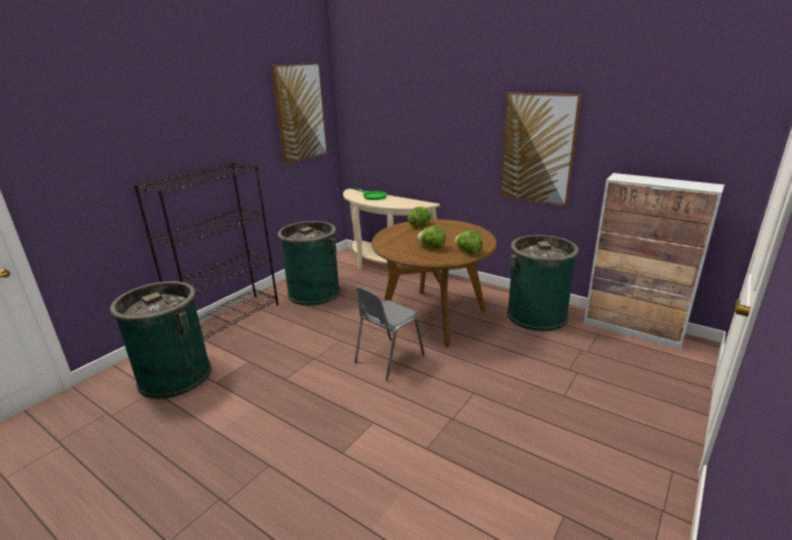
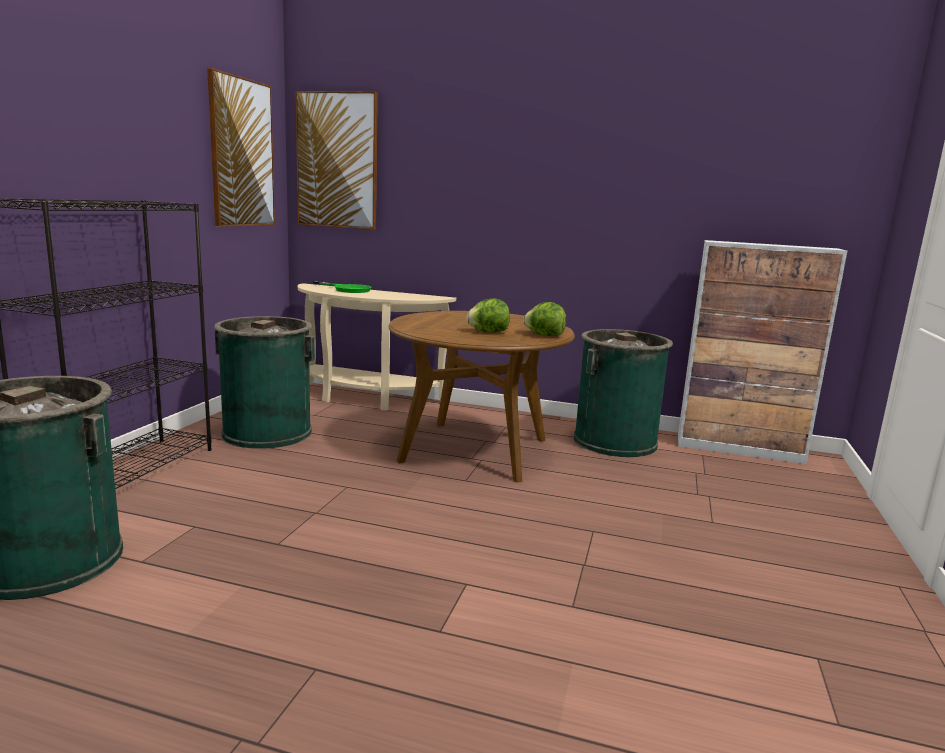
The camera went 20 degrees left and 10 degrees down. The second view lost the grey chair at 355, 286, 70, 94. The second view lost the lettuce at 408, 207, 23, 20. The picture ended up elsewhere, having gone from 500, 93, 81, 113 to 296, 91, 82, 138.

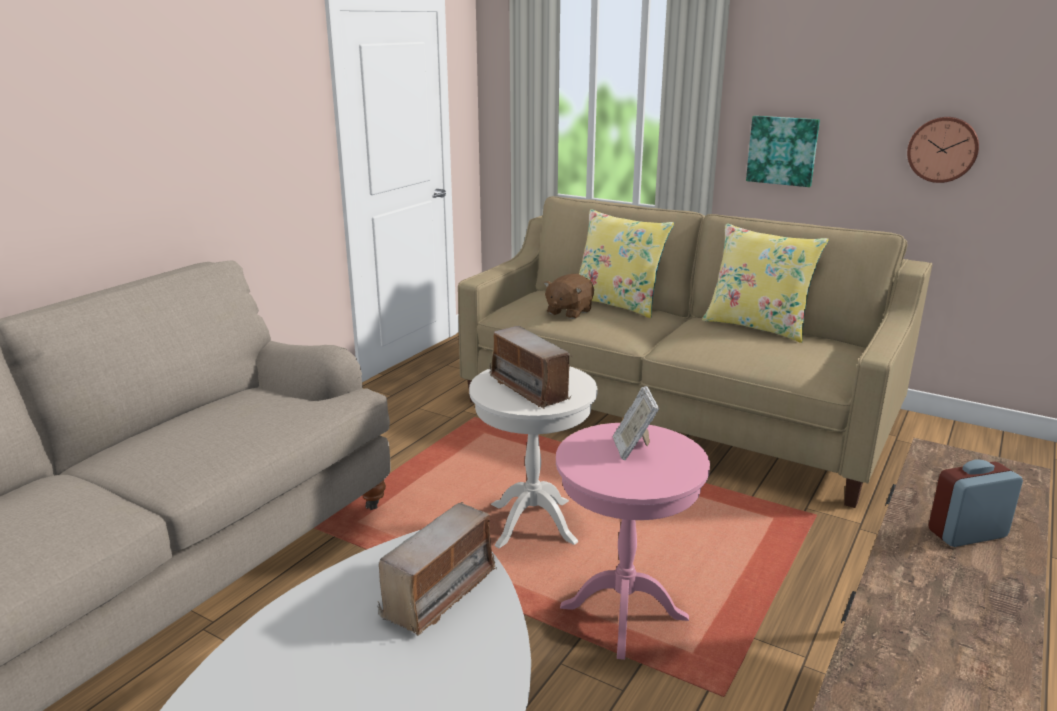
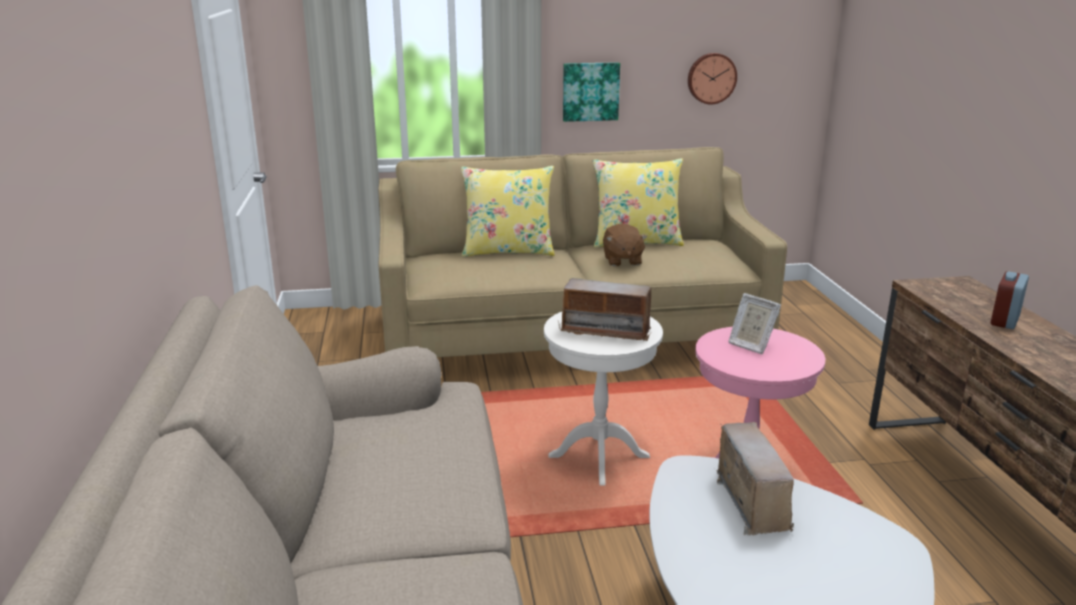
The camera went 40 degrees left and 0 degrees up. The brown plush toy ended up elsewhere, having gone from 544, 274, 50, 45 to 603, 223, 44, 43.

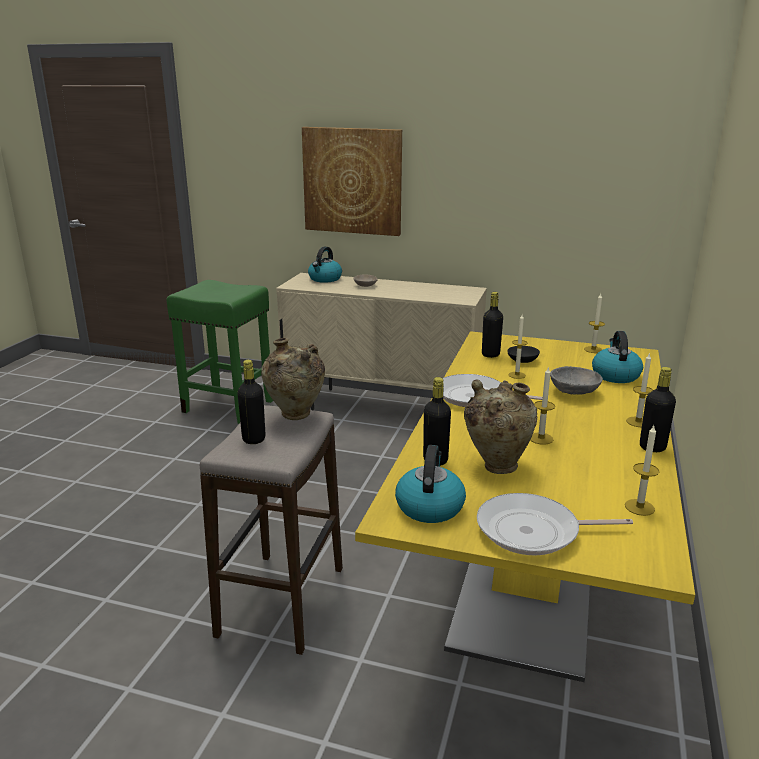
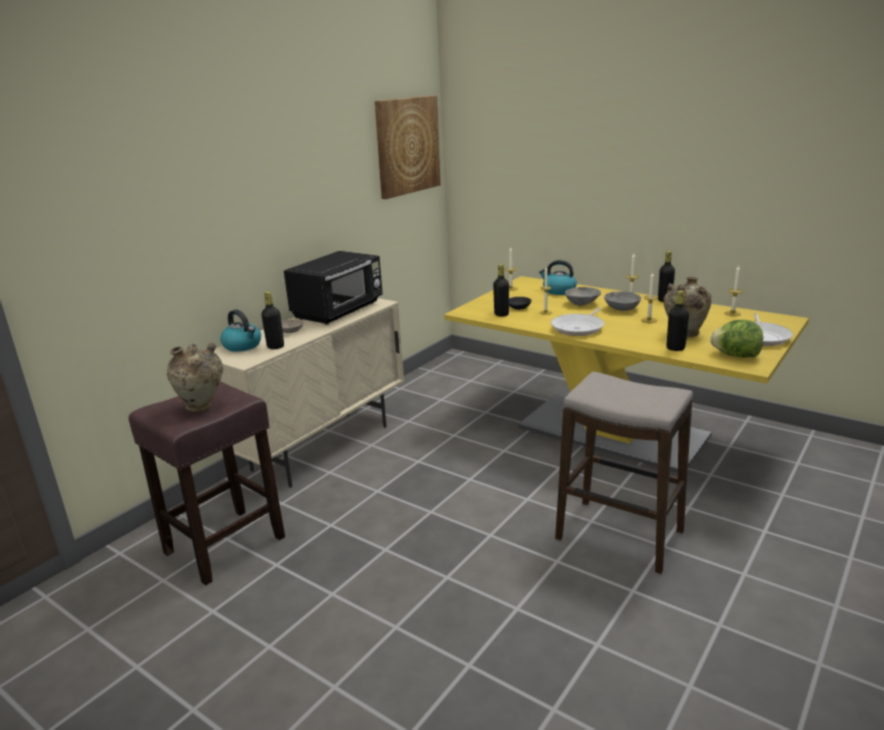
The camera went 70 degrees left and 0 degrees up. The second view gained the black microwave at 284, 251, 99, 74. The second view gained the grey bowl at 604, 291, 38, 20. The black bottle ended up elsewhere, having gone from 237, 360, 28, 84 to 261, 292, 23, 57. The beige vase ended up elsewhere, having gone from 261, 338, 64, 82 to 167, 342, 56, 70. The picture ended up elsewhere, having gone from 302, 127, 100, 109 to 375, 95, 66, 104. Where the kettle stood at 395, 445, 71, 78, the lettuce came to stand at 711, 320, 52, 38. What was the green stool at 166, 280, 107, 144 turned into the brown stool at 129, 381, 156, 204.

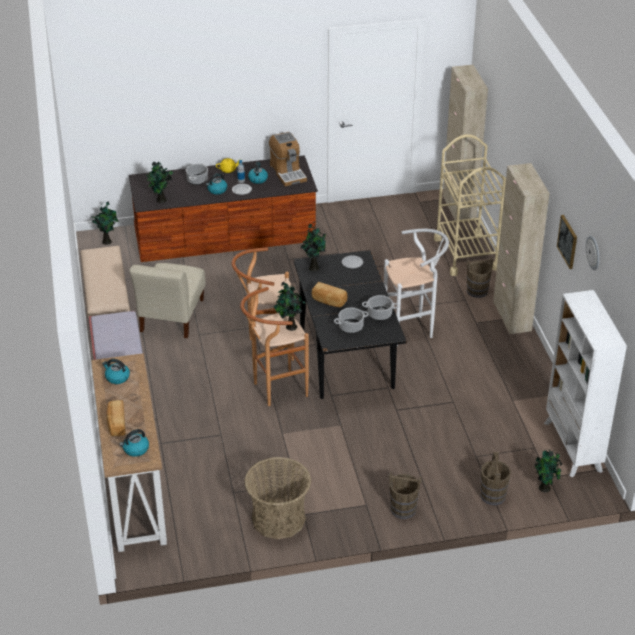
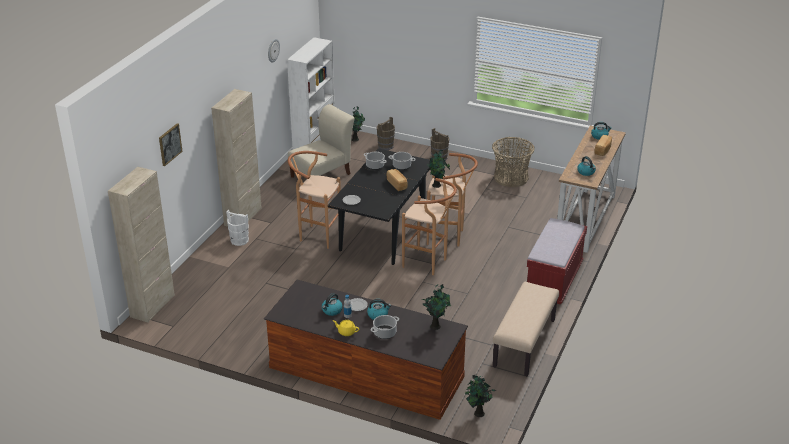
The camera went 145 degrees left and 5 degrees down. The second view lost the coffee machine at 269, 132, 38, 54. The second view lost the potted plant at 300, 222, 26, 49. The second view lost the beige cart at 434, 134, 72, 142. The beige chair ended up elsewhere, having gone from 129, 263, 77, 75 to 288, 104, 67, 74. The picture ended up elsewhere, having gone from 557, 215, 20, 54 to 159, 123, 23, 43. What was the white stool at 384, 229, 65, 117 turned into the brown stool at 288, 151, 53, 98. What was the brown bucket at 466, 257, 28, 41 turned into the white bucket at 226, 210, 23, 36.

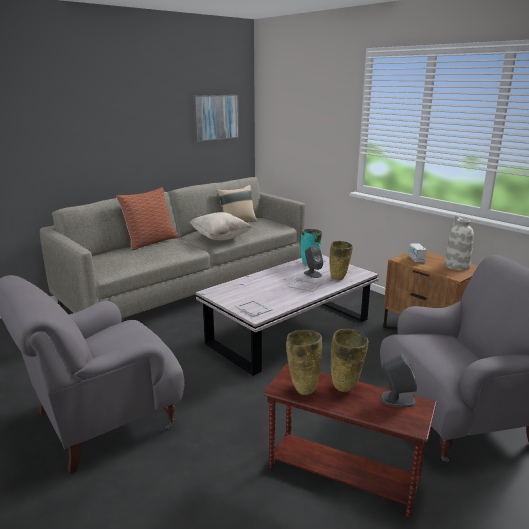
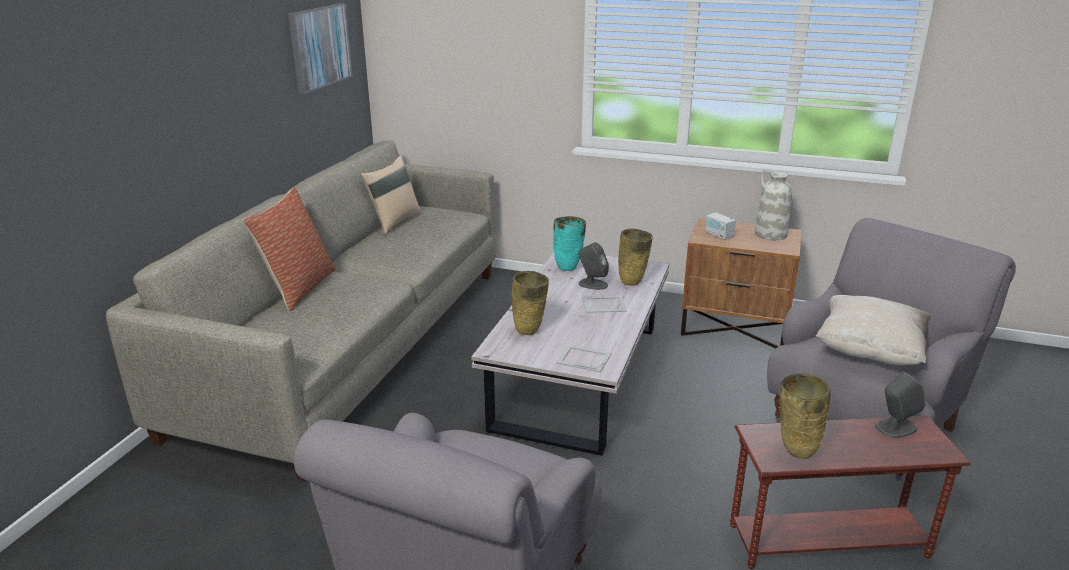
The camera went 30 degrees left and 5 degrees up. The beige pillow ended up elsewhere, having gone from 189, 212, 63, 28 to 816, 295, 115, 70. The beige vase ended up elsewhere, having gone from 331, 329, 38, 63 to 512, 271, 37, 64.

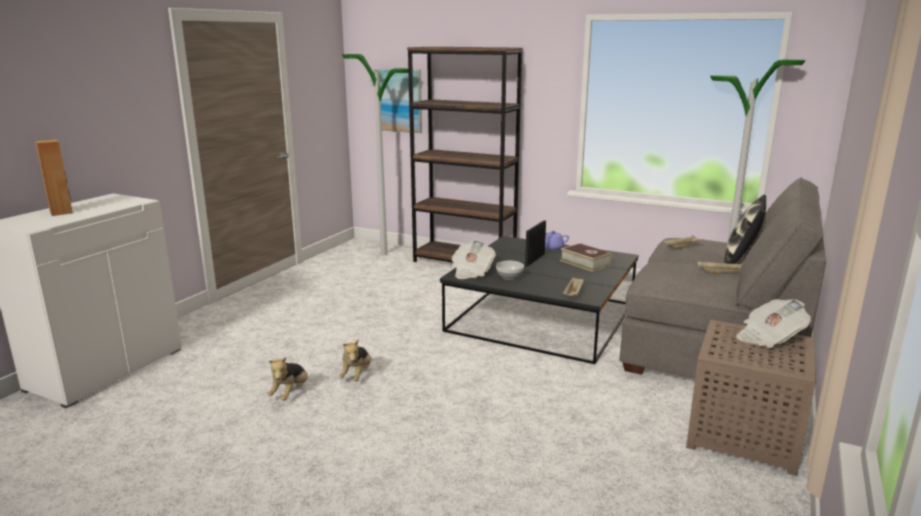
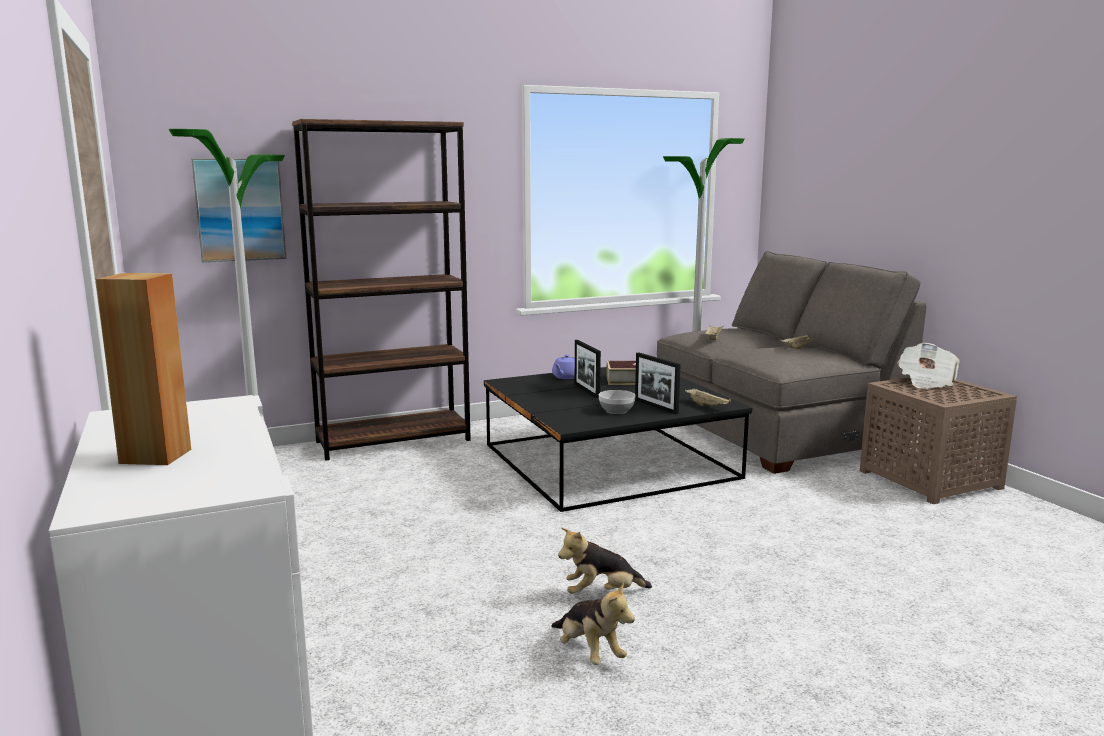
The camera went 50 degrees left and 5 degrees down. The second view lost the newspaper at 451, 240, 45, 39. The second view lost the pillow at 723, 195, 43, 69. The second view gained the picture frame at 635, 352, 46, 62. The plush toy at 338, 339, 33, 43 ended up facing another way, 120 degrees clockwise from before.

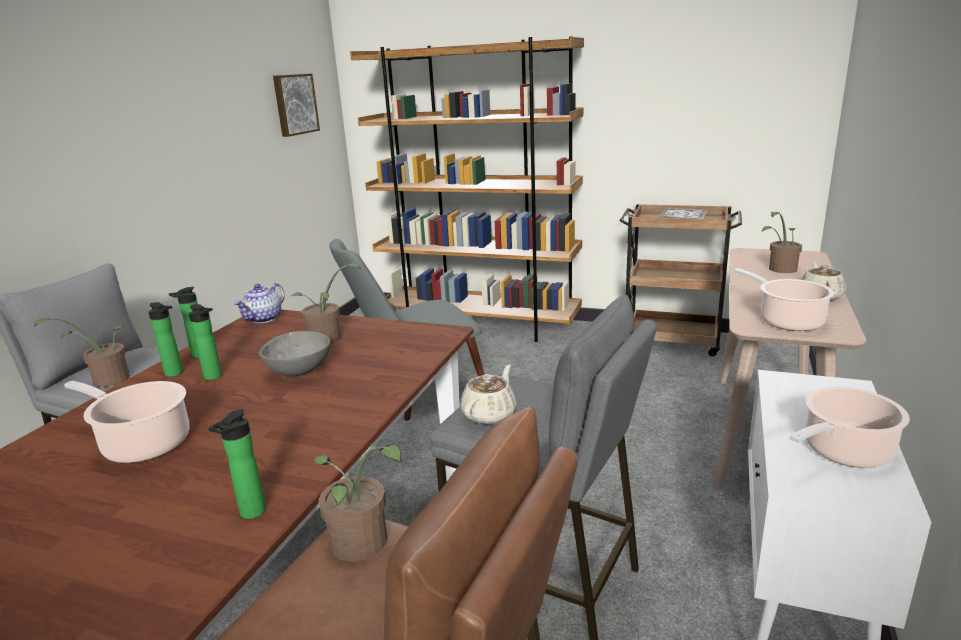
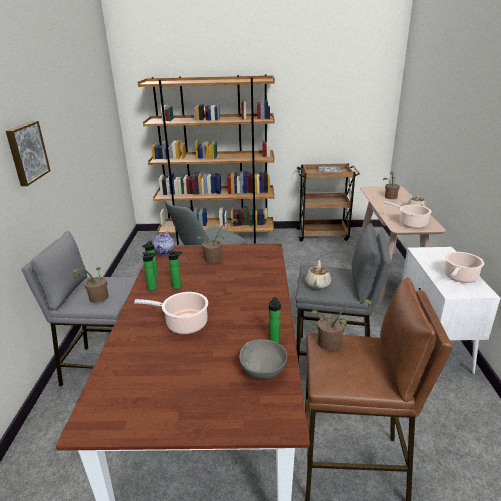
The camera went 20 degrees left and 5 degrees up. The grey bowl ended up elsewhere, having gone from 259, 331, 72, 45 to 239, 339, 48, 41. The picture ended up elsewhere, having gone from 273, 74, 47, 63 to 6, 121, 45, 65.

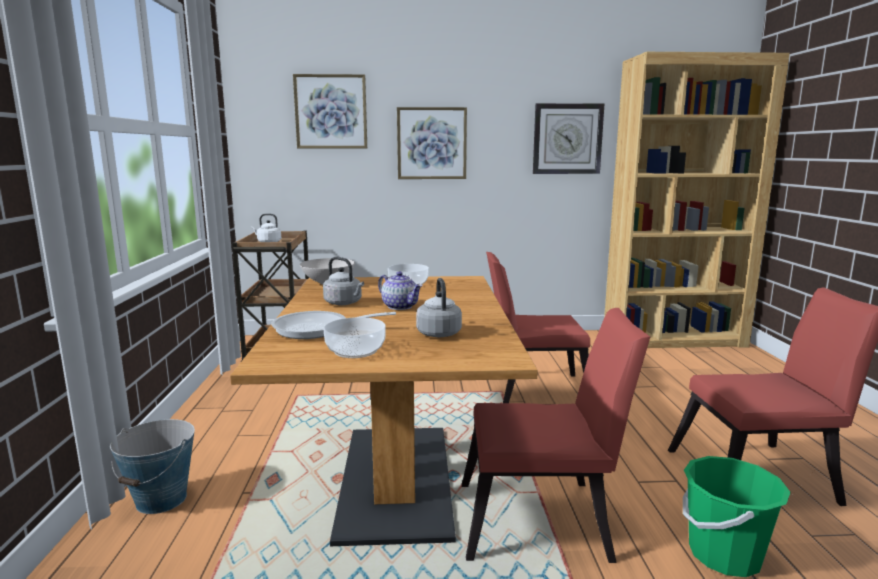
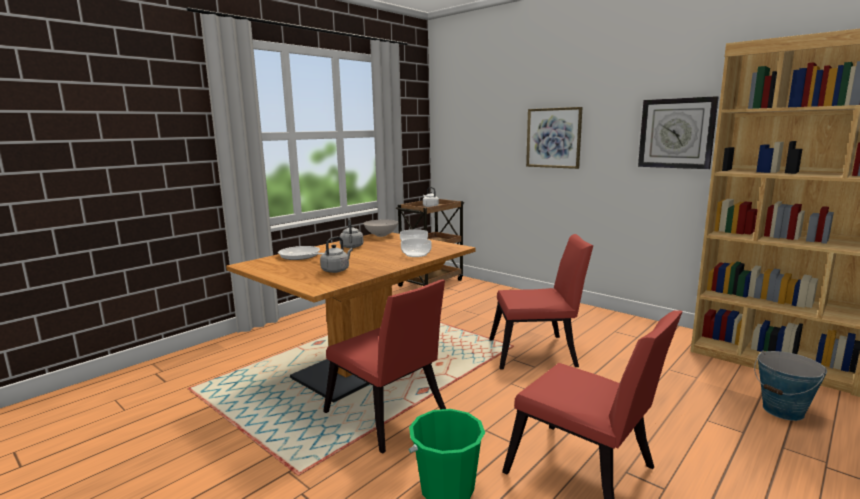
The camera went 45 degrees right and 0 degrees up. The second view lost the picture at 293, 74, 74, 75. The second view lost the teapot at 378, 271, 44, 39. The bucket ended up elsewhere, having gone from 110, 419, 85, 95 to 754, 350, 73, 71. The bowl ended up elsewhere, having gone from 324, 317, 62, 41 to 401, 238, 31, 19. The red chair at 486, 252, 104, 151 ended up facing another way, 135 degrees clockwise from before.

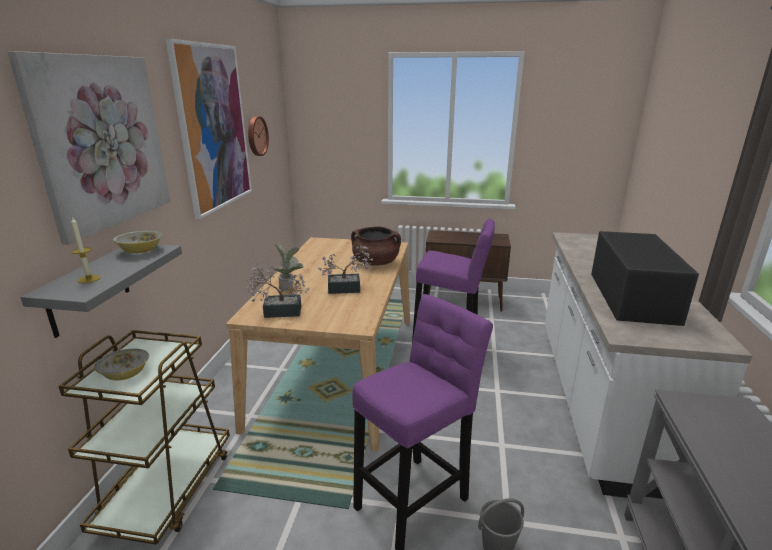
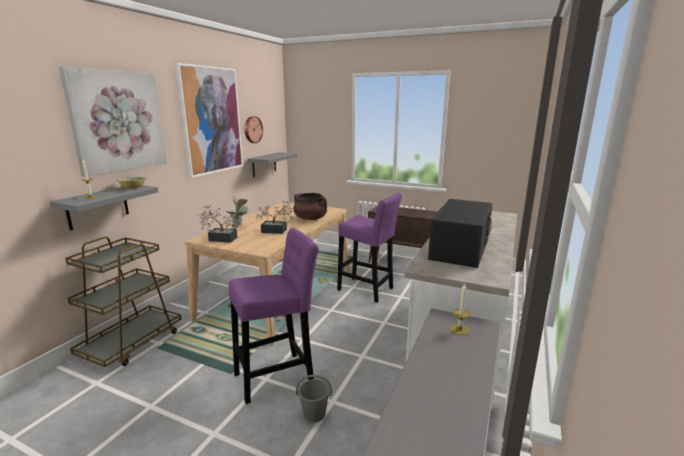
The camera went 15 degrees right and 5 degrees down. The second view lost the bowl at 94, 349, 55, 31. The second view gained the grey shelf at 248, 152, 49, 25. The second view gained the candle at 450, 283, 20, 52.

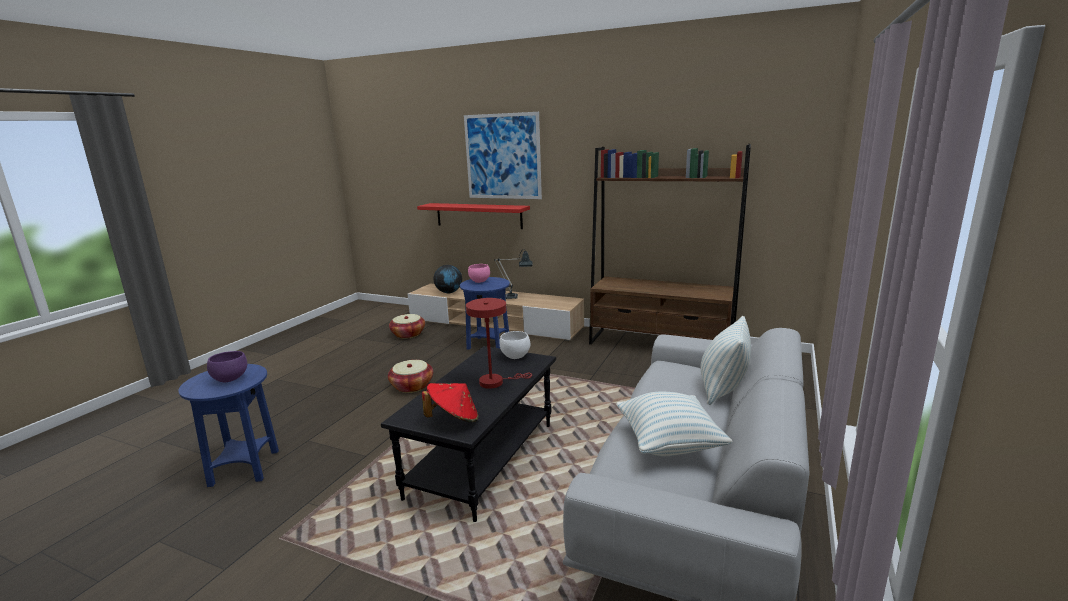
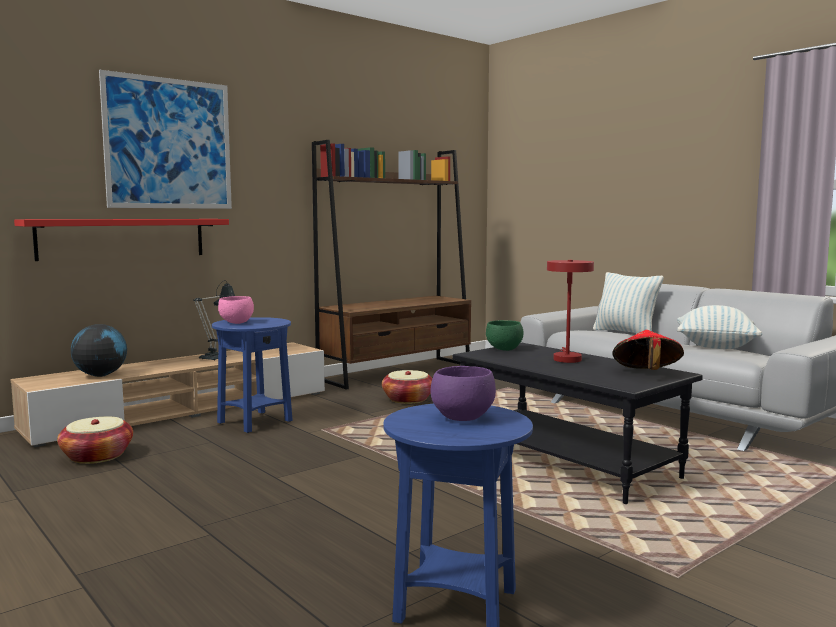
The camera went 65 degrees left and 10 degrees down. The basket ended up elsewhere, having gone from 388, 360, 45, 33 to 382, 370, 51, 34. What was the white bowl at 499, 331, 31, 28 turned into the green bowl at 486, 320, 37, 31.

